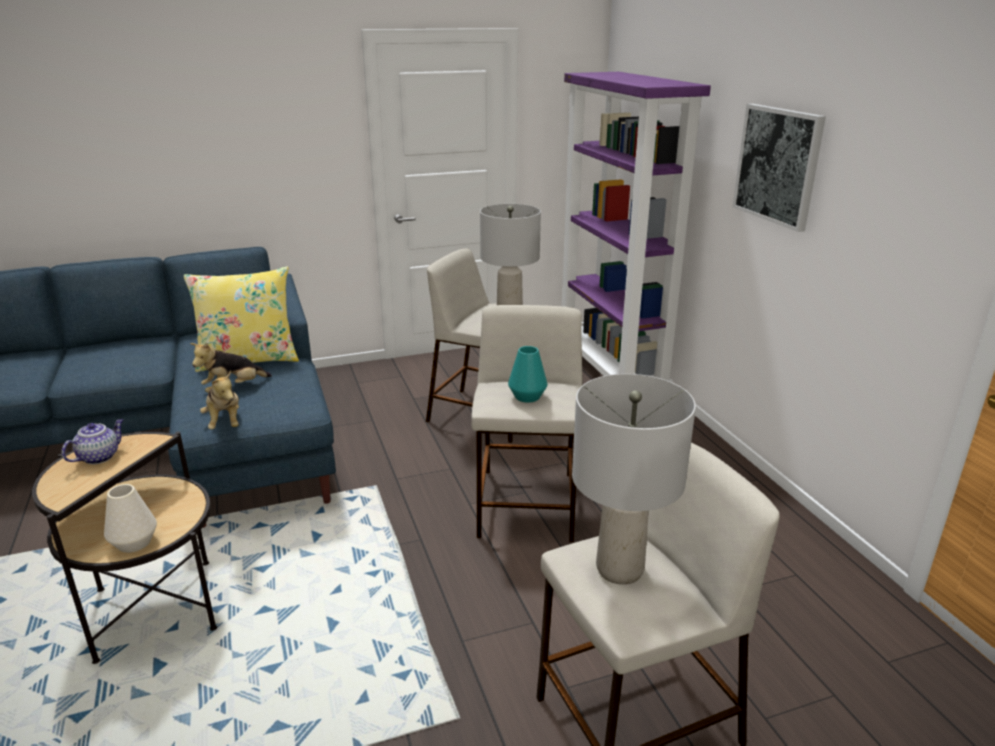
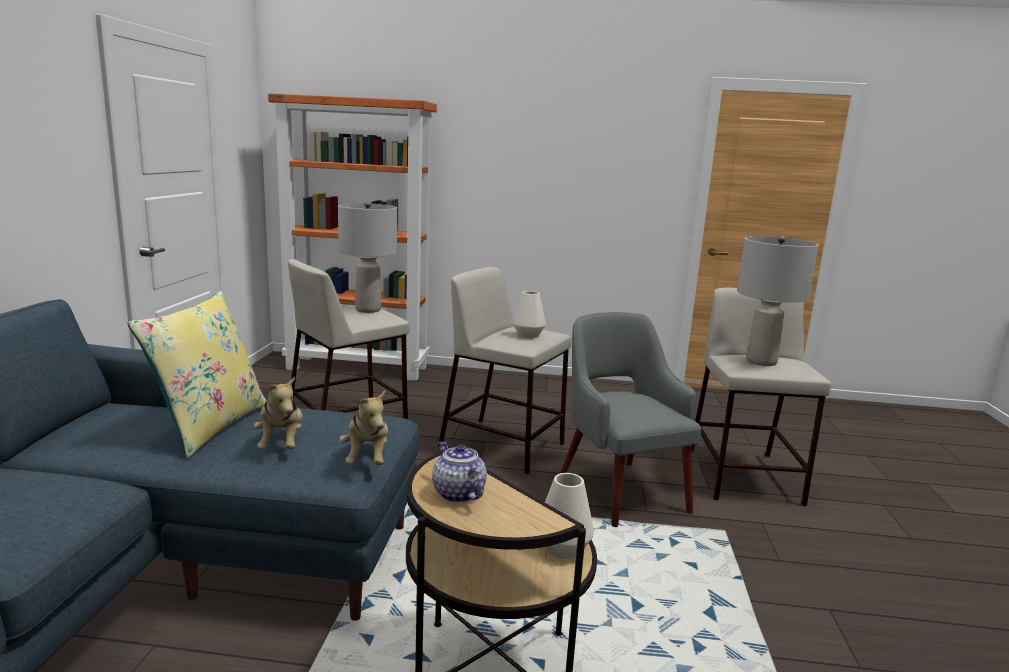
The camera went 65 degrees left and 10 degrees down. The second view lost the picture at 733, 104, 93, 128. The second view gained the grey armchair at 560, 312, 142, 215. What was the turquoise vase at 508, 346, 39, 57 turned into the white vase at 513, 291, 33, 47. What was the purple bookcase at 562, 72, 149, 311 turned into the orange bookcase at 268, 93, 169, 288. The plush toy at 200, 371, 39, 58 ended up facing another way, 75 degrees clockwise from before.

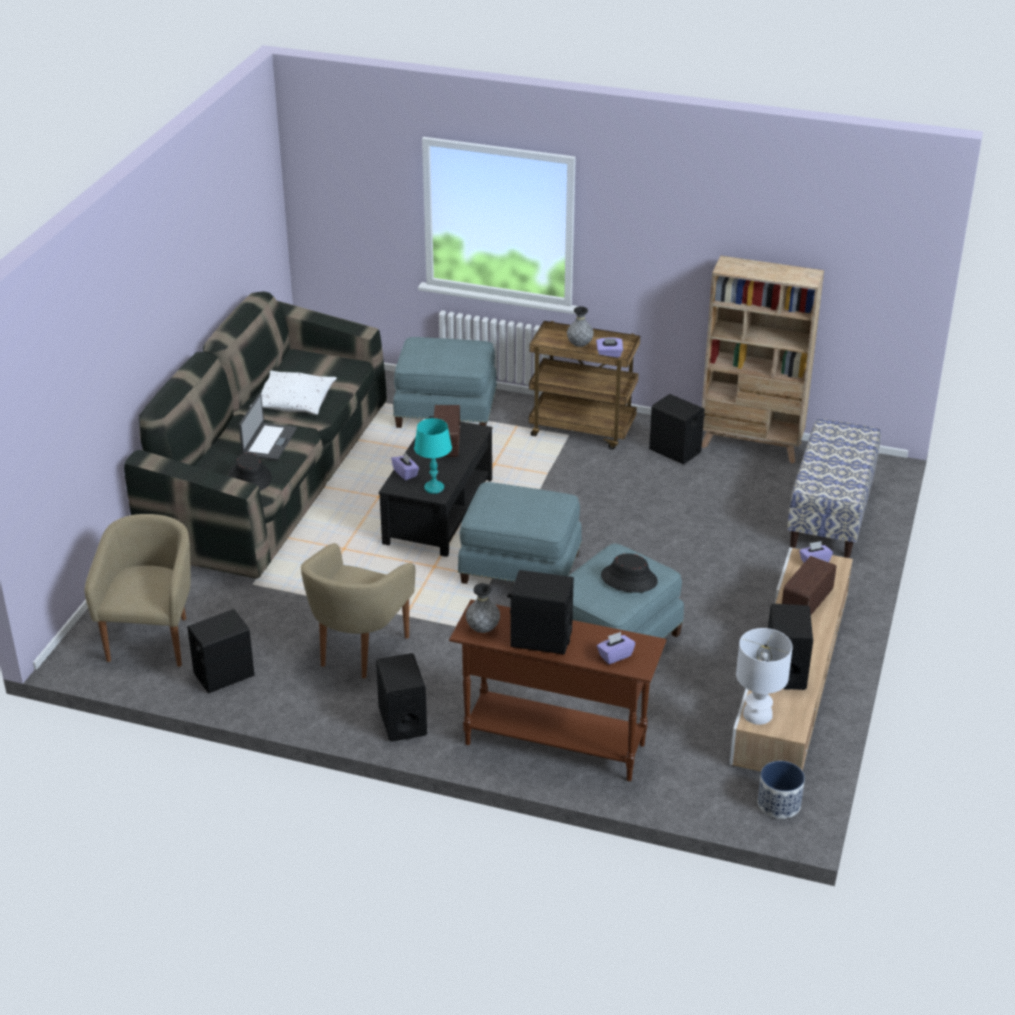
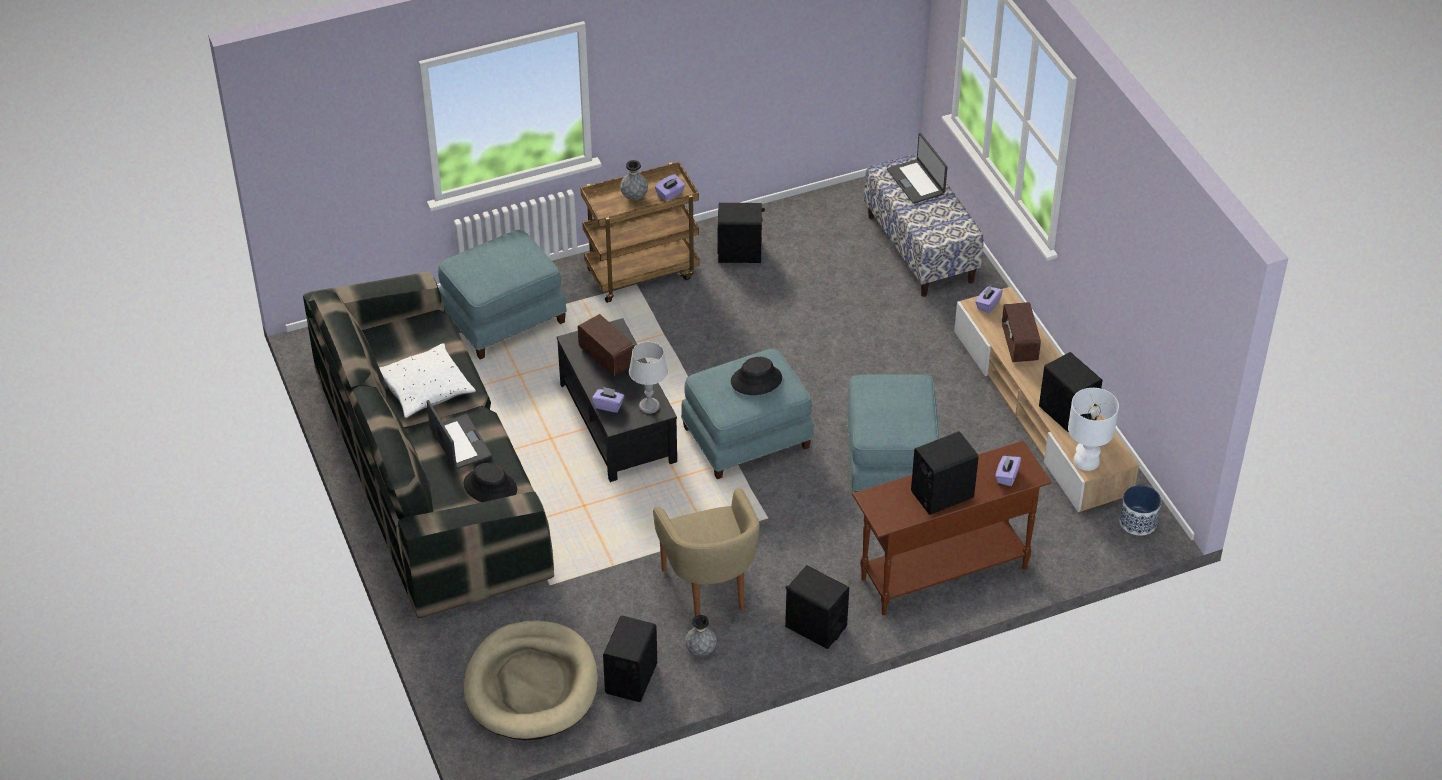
The camera went 40 degrees left and 10 degrees up. The second view lost the beige bookcase at 702, 255, 122, 208. The second view gained the laptop at 887, 133, 60, 71. The grey vase ended up elsewhere, having gone from 466, 583, 34, 50 to 685, 615, 32, 42. The black hat ended up elsewhere, having gone from 601, 553, 57, 40 to 731, 357, 51, 38. Where the beige armchair stood at 85, 514, 106, 153, the beige dog bed came to stand at 464, 621, 134, 119. What was the turquoise table lamp at 414, 418, 38, 76 turned into the grey table lamp at 629, 342, 39, 72.

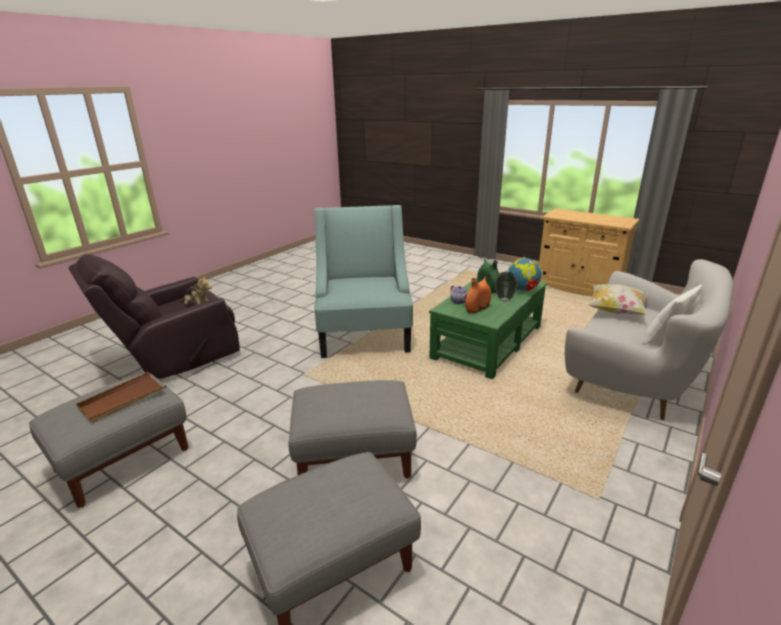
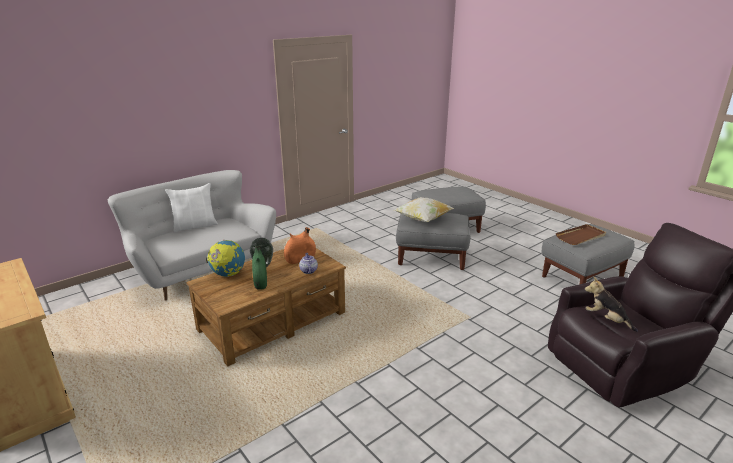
The camera went 165 degrees left and 0 degrees up. The second view lost the turquoise armchair at 314, 205, 99, 153. The pillow ended up elsewhere, having gone from 587, 284, 61, 31 to 394, 197, 60, 25. What was the green coffee table at 429, 273, 118, 106 turned into the brown coffee table at 186, 248, 160, 118.

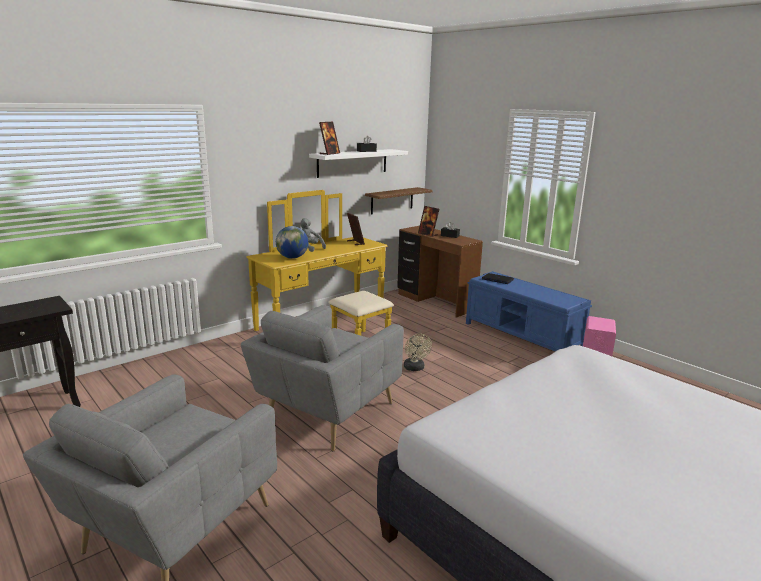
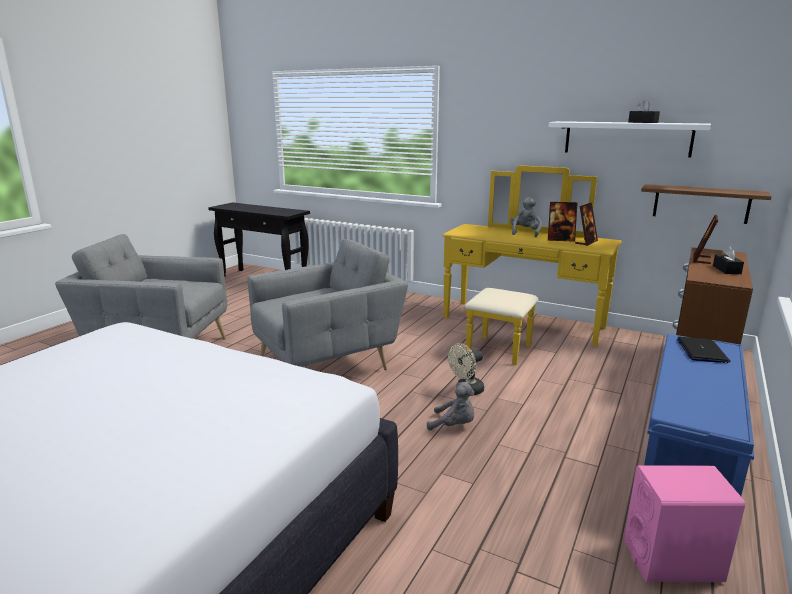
The camera went 70 degrees right and 0 degrees up. The second view lost the globe at 276, 226, 32, 33. The second view gained the grey plush toy at 427, 382, 48, 49. The picture frame ended up elsewhere, having gone from 319, 122, 21, 33 to 548, 202, 30, 40. The grey armchair at 241, 305, 163, 146 ended up facing another way, 135 degrees clockwise from before.

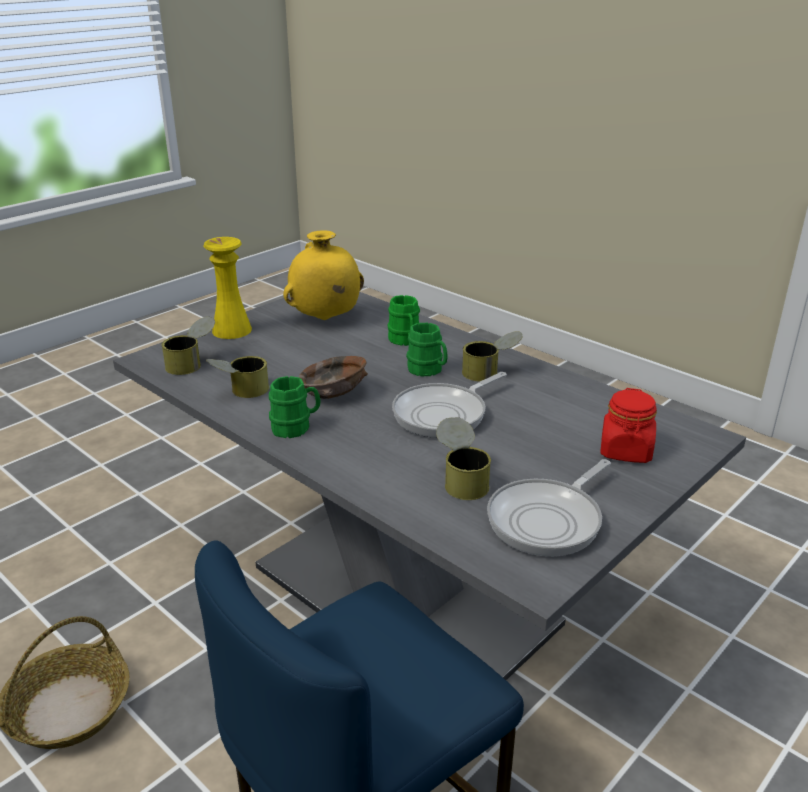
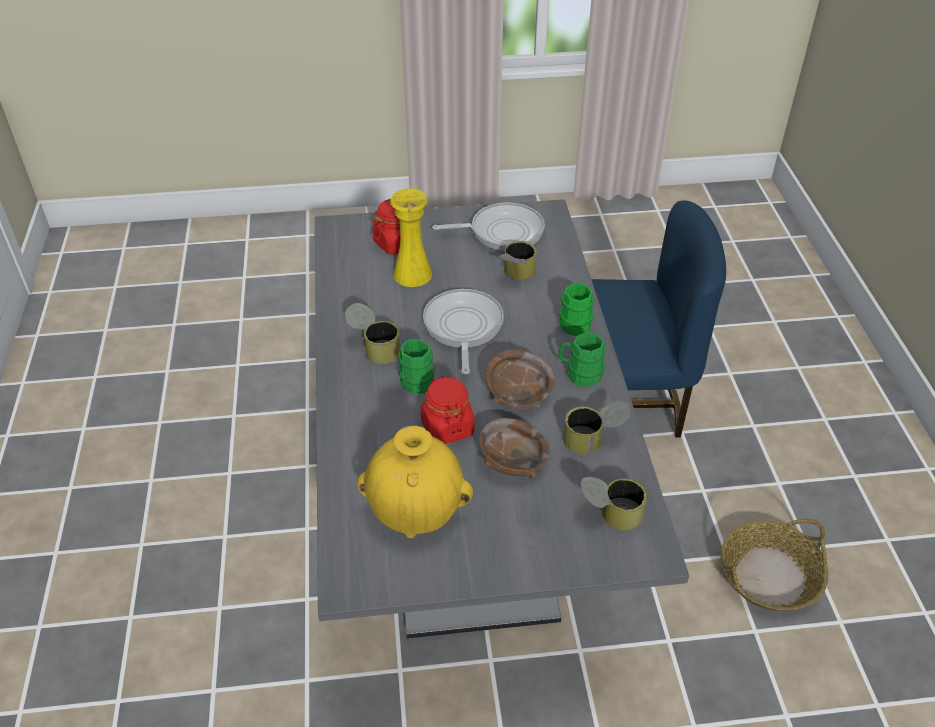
The camera went 140 degrees left and 15 degrees up. The second view gained the red jar at 420, 376, 55, 68. The second view gained the brown bowl at 479, 418, 71, 60. The yellow vase ended up elsewhere, having gone from 204, 237, 48, 102 to 390, 188, 42, 99. The green mug ended up elsewhere, having gone from 388, 295, 32, 51 to 559, 283, 35, 53. The frying pan at 392, 372, 115, 66 ended up facing another way, 90 degrees counterclockwise from before.

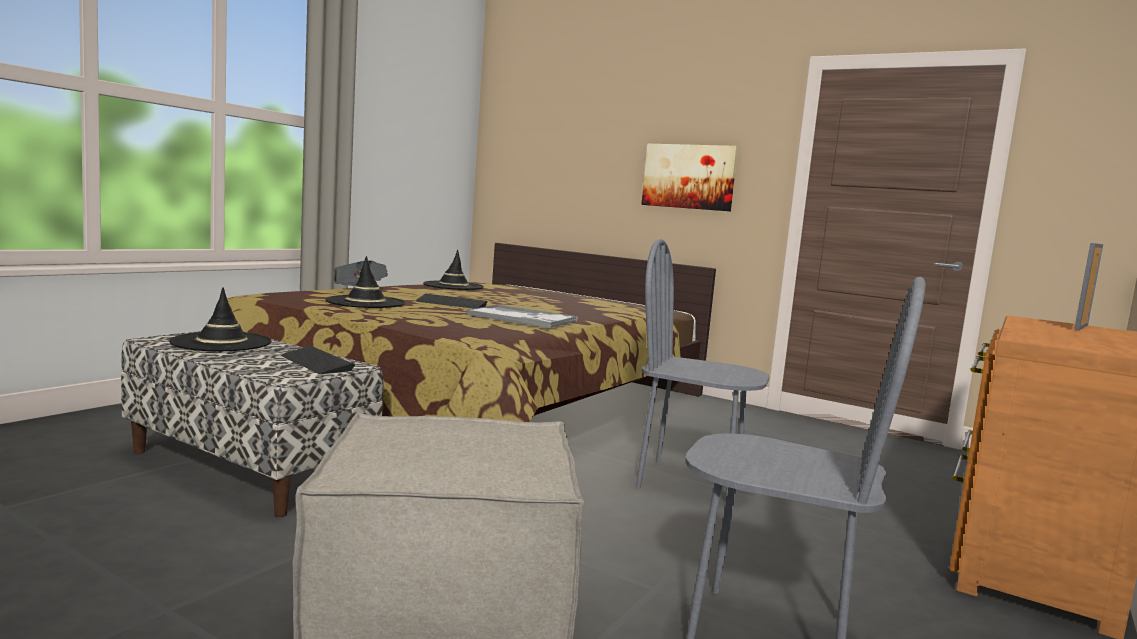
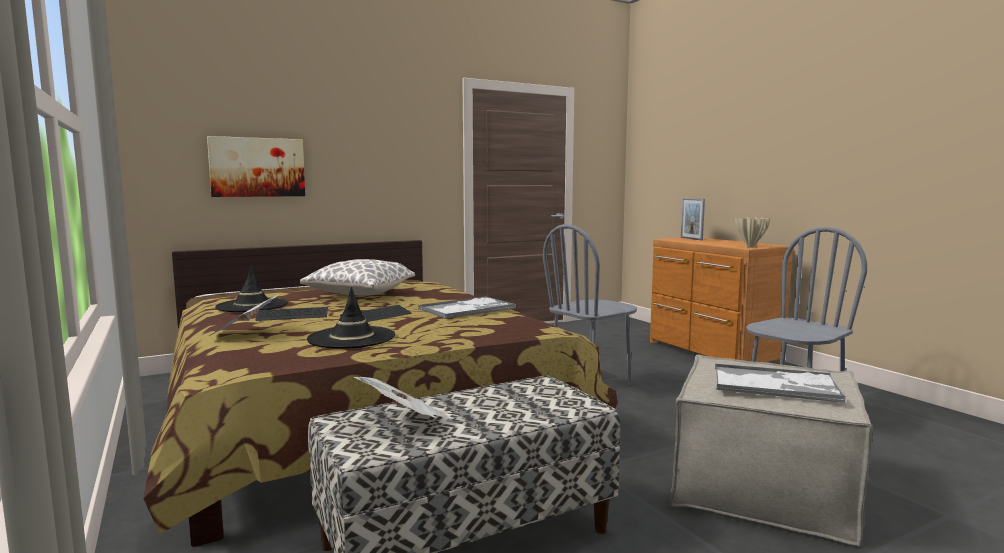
The camera went 60 degrees left and 0 degrees up. The second view gained the pillow at 300, 259, 115, 37. The second view gained the tray at 715, 364, 130, 39. The second view gained the beige vase at 735, 217, 35, 31. The keyboard ended up elsewhere, having gone from 281, 346, 74, 28 to 256, 307, 72, 14. The picture ended up elsewhere, having gone from 641, 144, 97, 68 to 207, 136, 98, 61. Where the black hat stood at 169, 287, 103, 64, the newspaper came to stand at 354, 377, 101, 42.

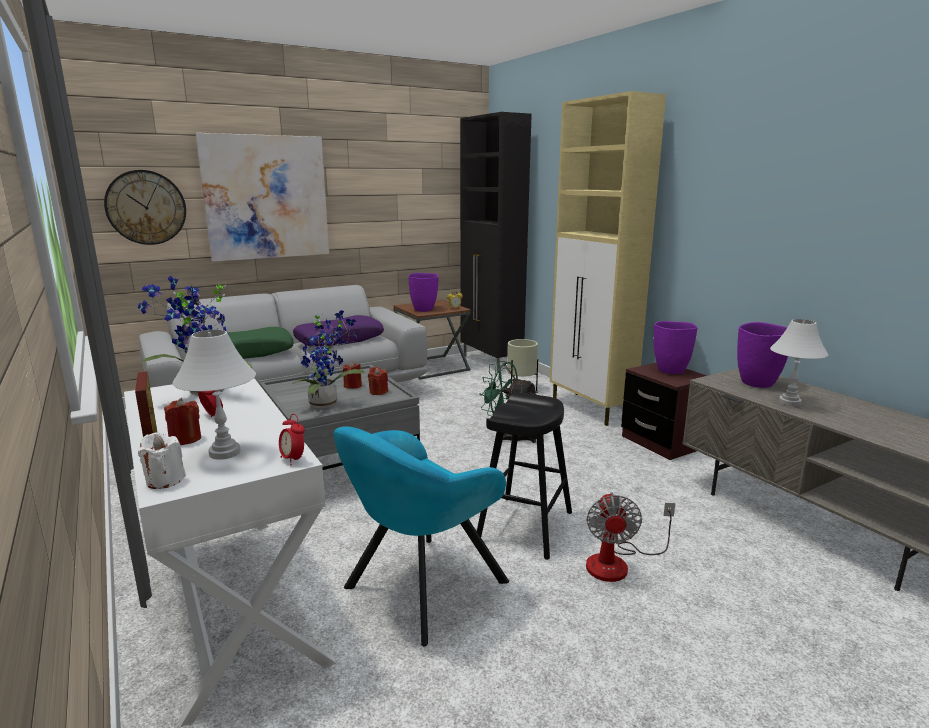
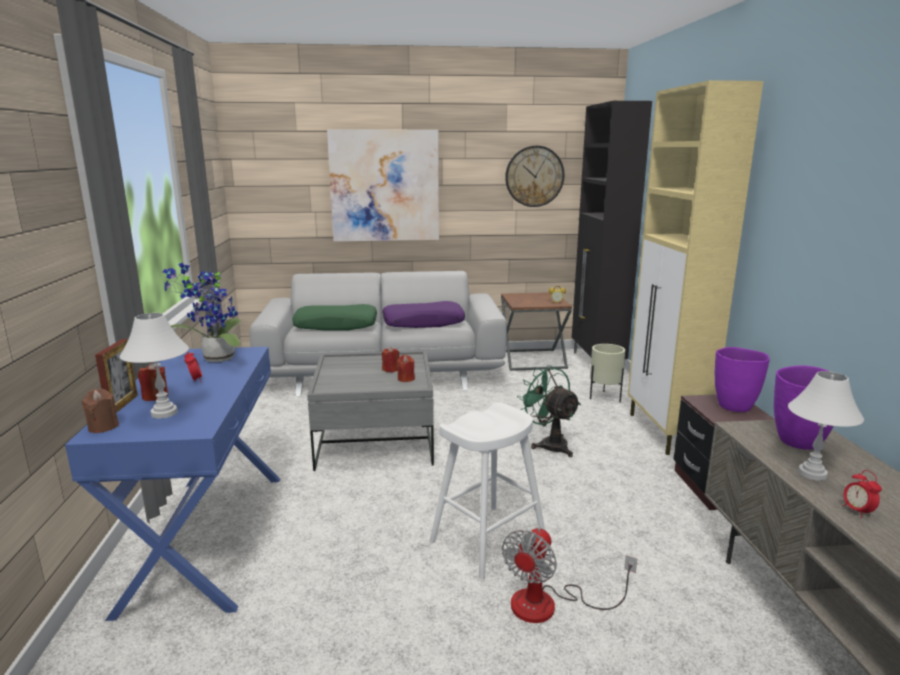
The camera went 25 degrees right and 0 degrees up. The second view lost the potted plant at 292, 310, 73, 99. The second view lost the turquoise armchair at 334, 426, 175, 220. The second view lost the purple vase at 408, 273, 31, 39. The wall clock ended up elsewhere, having gone from 104, 170, 82, 75 to 505, 146, 60, 61. The alarm clock ended up elsewhere, having gone from 279, 414, 26, 52 to 842, 470, 40, 48. What was the white console table at 124, 378, 213, 349 turned into the blue console table at 65, 347, 215, 274. What was the white candle at 138, 432, 48, 57 turned into the brown candle at 81, 389, 38, 44. What was the black stool at 477, 393, 95, 167 turned into the white stool at 430, 402, 115, 177.

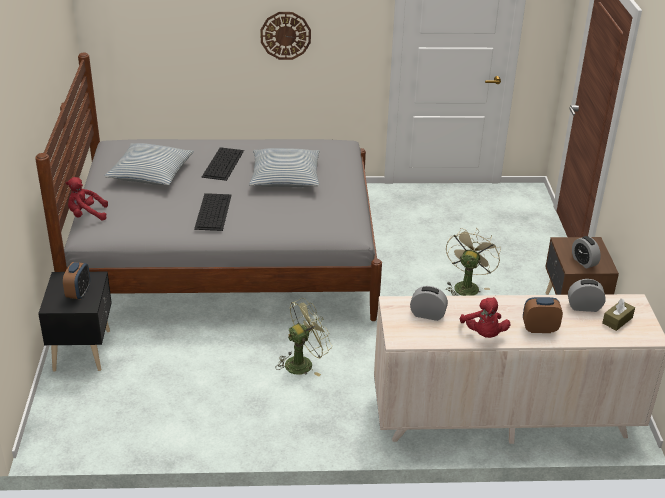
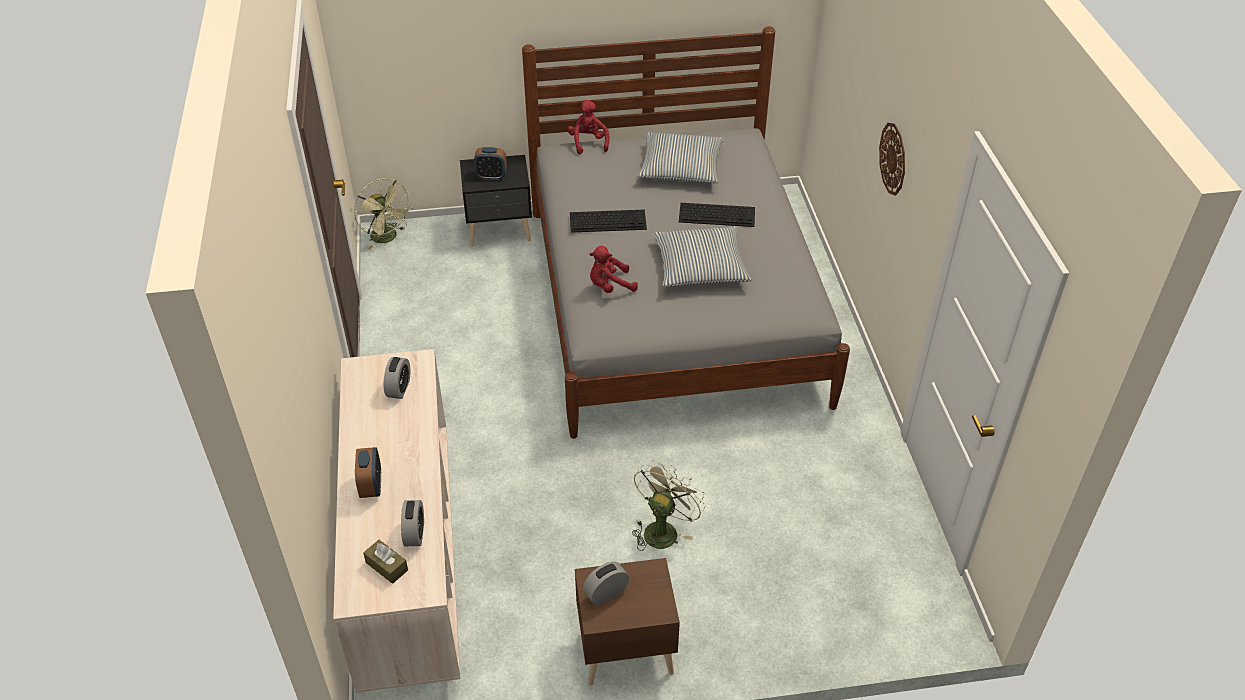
The camera went 85 degrees right and 10 degrees up. The green fan ended up elsewhere, having gone from 277, 298, 55, 78 to 354, 178, 59, 71. The red plush toy ended up elsewhere, having gone from 460, 297, 50, 41 to 589, 246, 49, 47. The beige fan at 446, 228, 55, 68 ended up facing another way, 75 degrees counterclockwise from before.

